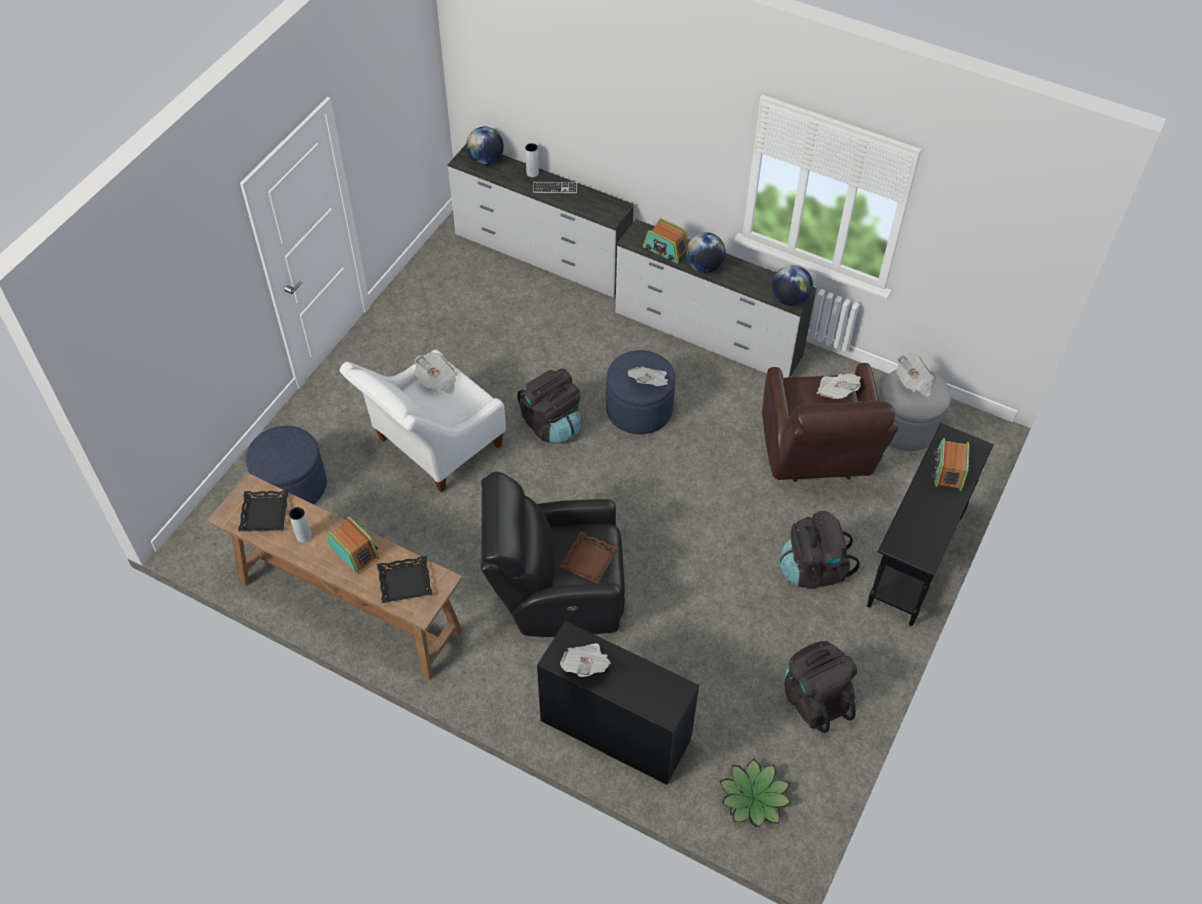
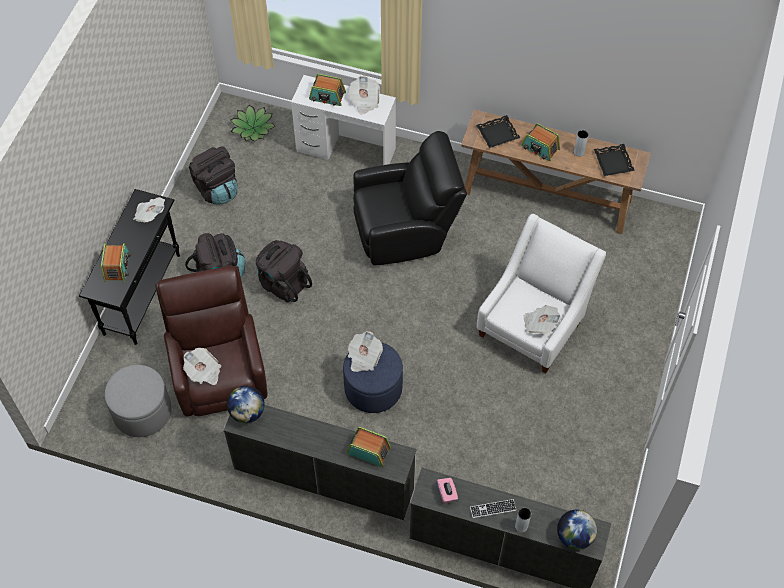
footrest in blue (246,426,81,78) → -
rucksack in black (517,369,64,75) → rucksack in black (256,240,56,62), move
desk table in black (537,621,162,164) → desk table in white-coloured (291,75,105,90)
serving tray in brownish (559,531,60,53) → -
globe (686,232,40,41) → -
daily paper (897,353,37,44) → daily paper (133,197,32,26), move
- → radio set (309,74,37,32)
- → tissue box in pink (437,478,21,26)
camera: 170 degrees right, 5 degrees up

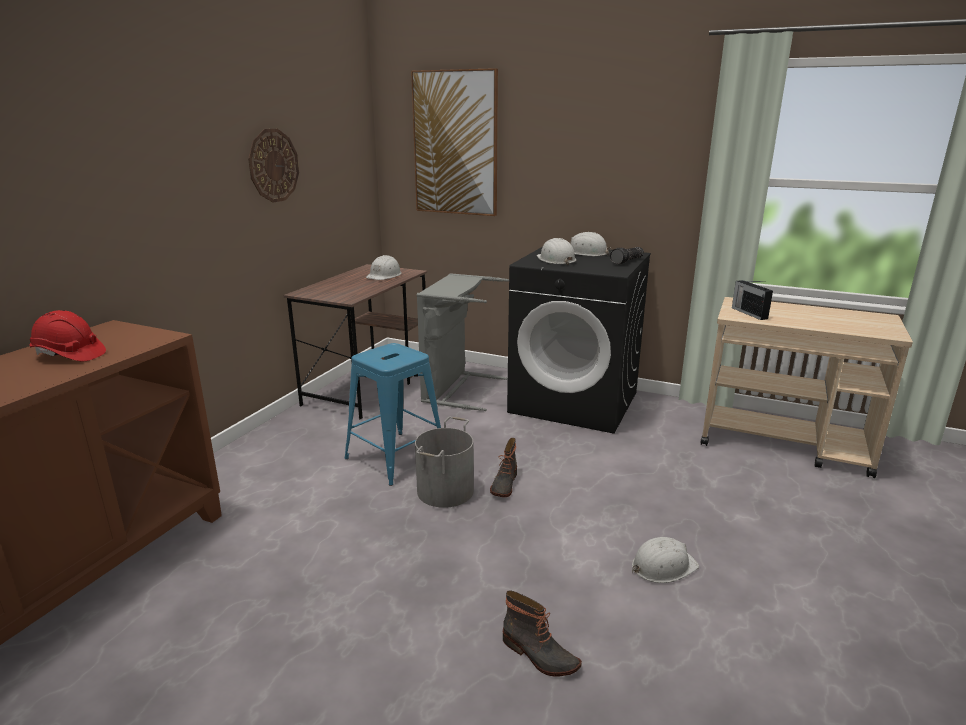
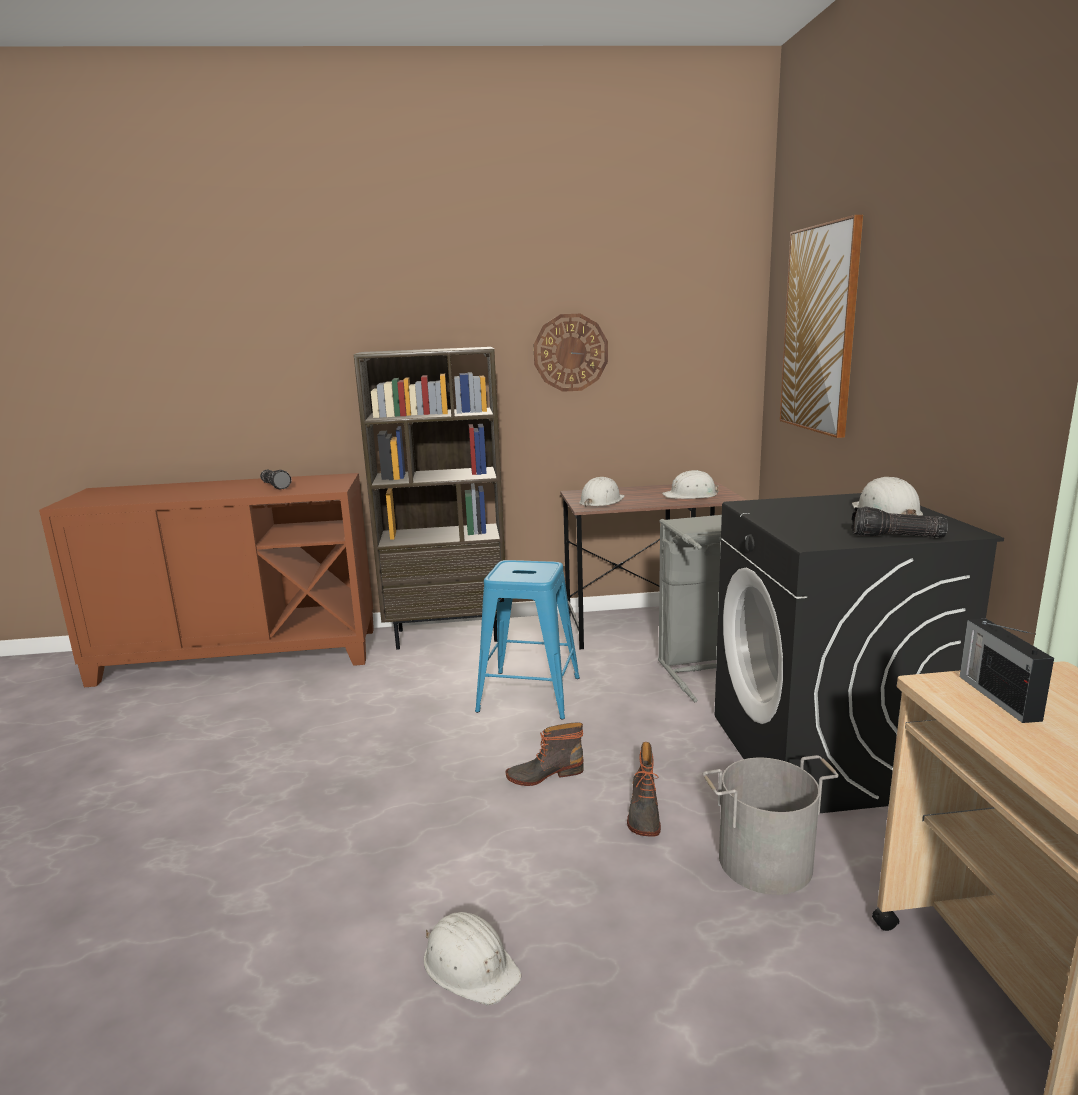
work helmet in reddish (30,310,76,51) → torch (260,470,32,19)
water bucket in greyish (415,417,59,91) → water bucket in greyish (703,755,136,140), move
high-top boot (503,590,79,87) → high-top boot (627,742,34,95), move
work helmet in white-coloured (537,238,39,27) → work helmet in white-coloured (579,477,46,30), move
radio set (732,280,41,40) → radio set (960,619,94,104), 45 degrees counterclockwise
- → shelving unit in brownish (354,347,151,303)
camera: 60 degrees right, 5 degrees down

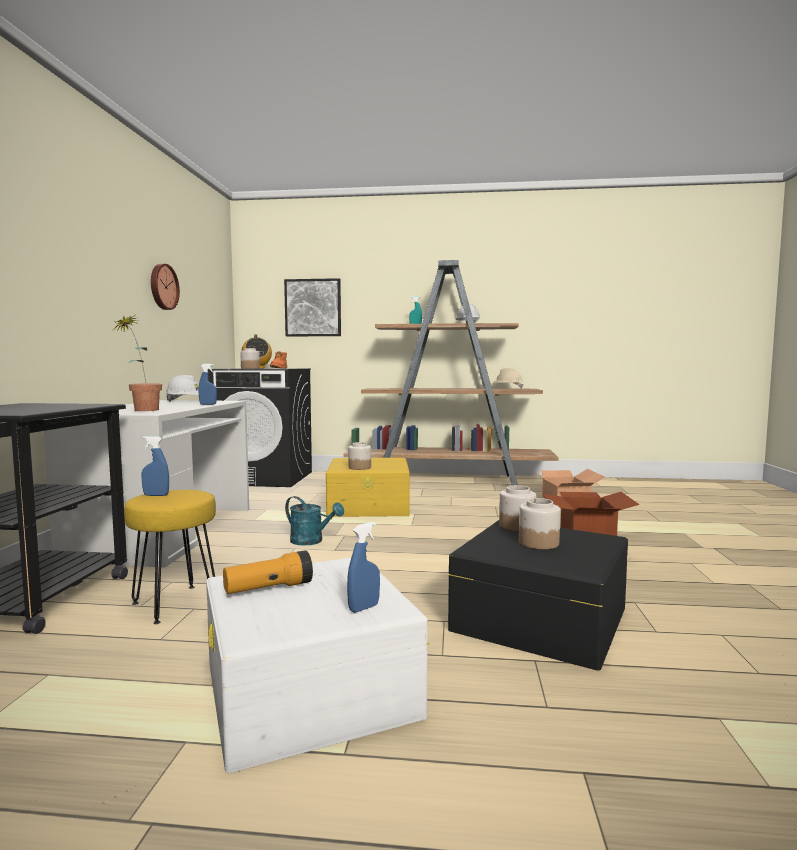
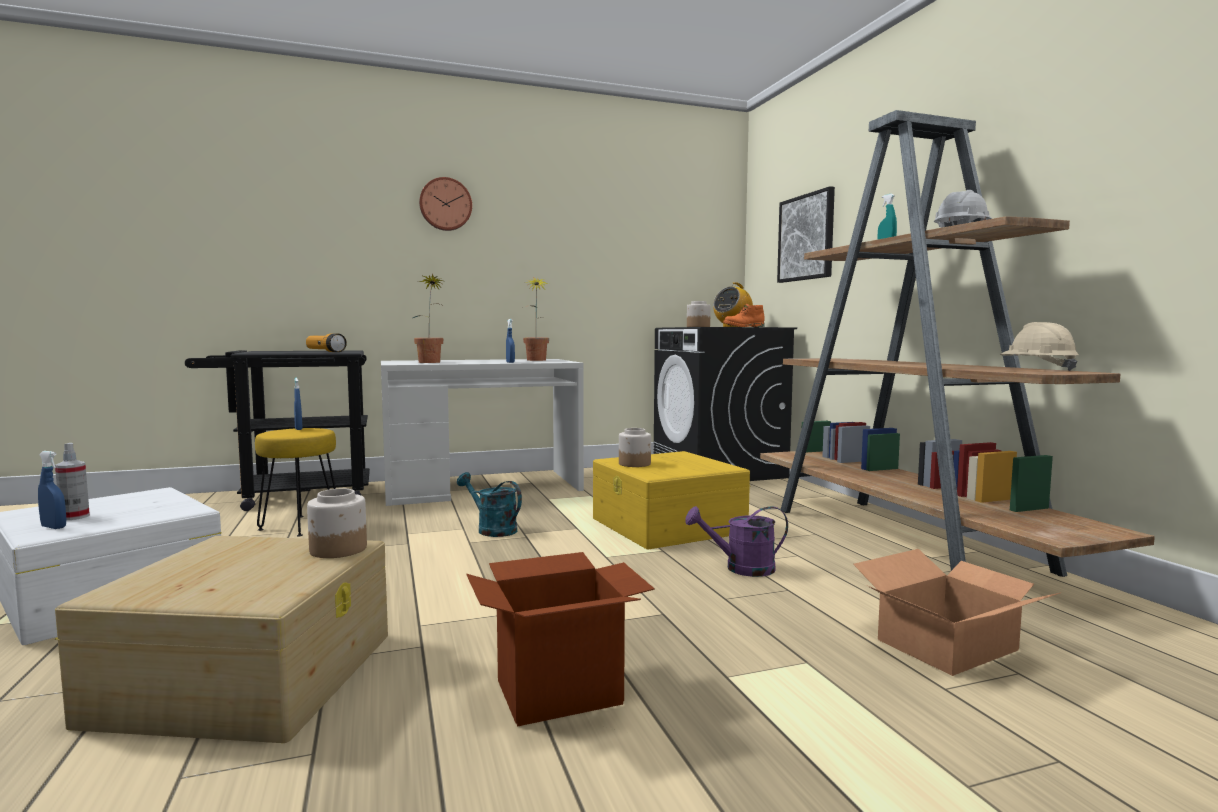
wall clock (151,264,29,46) → wall clock (419,177,53,54), move
work helmet in white-coloured (165,375,34,27) → houseplant (523,277,28,84)
torch (223,551,90,43) → torch (306,333,41,19), move
watering pot in turquoise-coloured (285,496,59,50) → watering pot in turquoise-coloured (457,472,65,65), 120 degrees clockwise
storage box in black (448,520,180,151) → storage box in sand-coloured (55,536,333,207)
preserve jar (519,498,41,51) → -
- → sprayer (55,443,35,77)
- → watering pot in purplish (685,506,103,71)
camera: 65 degrees right, 0 degrees up

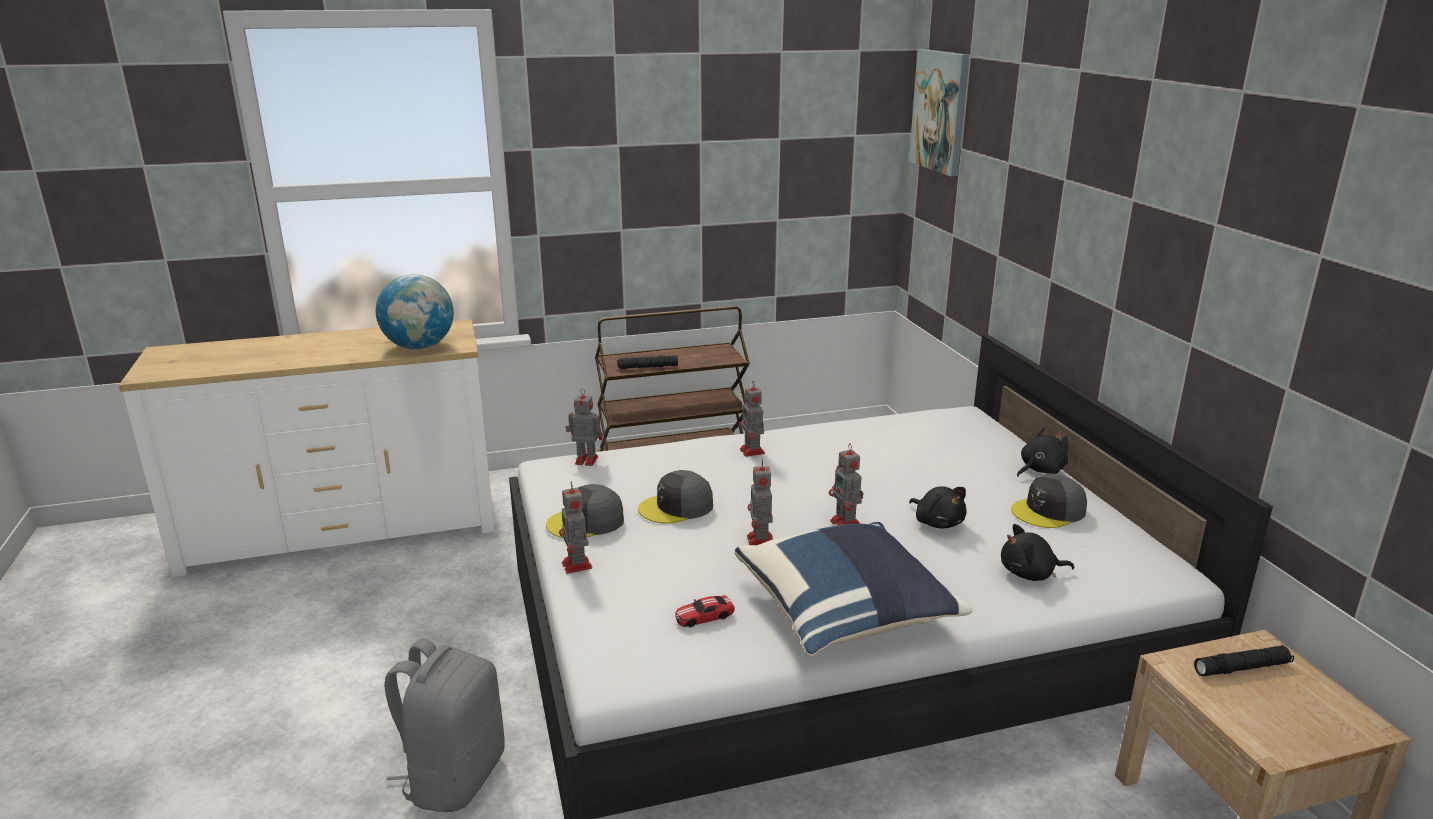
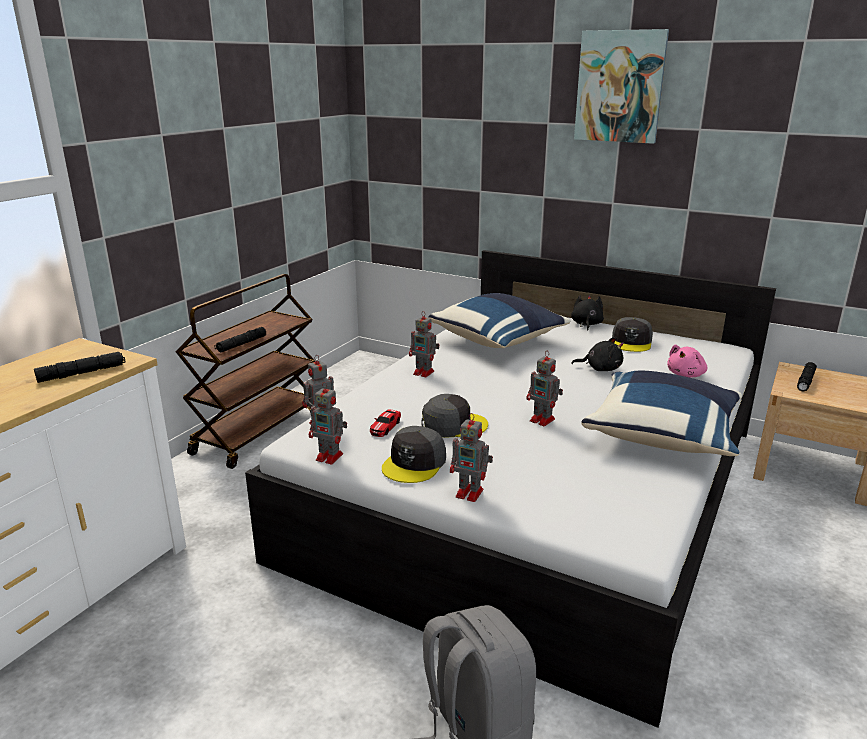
globe (375,274,79,75) → torch in black (34,352,91,31)
cap in greyish (638,470,75,54) → cap in greyish (422,394,66,44), 120 degrees counterclockwise
toy car (675,595,60,32) → toy car (370,410,31,27), move
robot figure (829,443,34,83) → robot figure (309,382,38,82), move
wall picture (909,49,61,127) → wall picture (574,29,95,115), move
soft toy in black (1001,524,73,57) → soft toy in pink (667,344,40,33)
- → cushion in blue (428,293,143,55)
camera: 45 degrees left, 0 degrees up

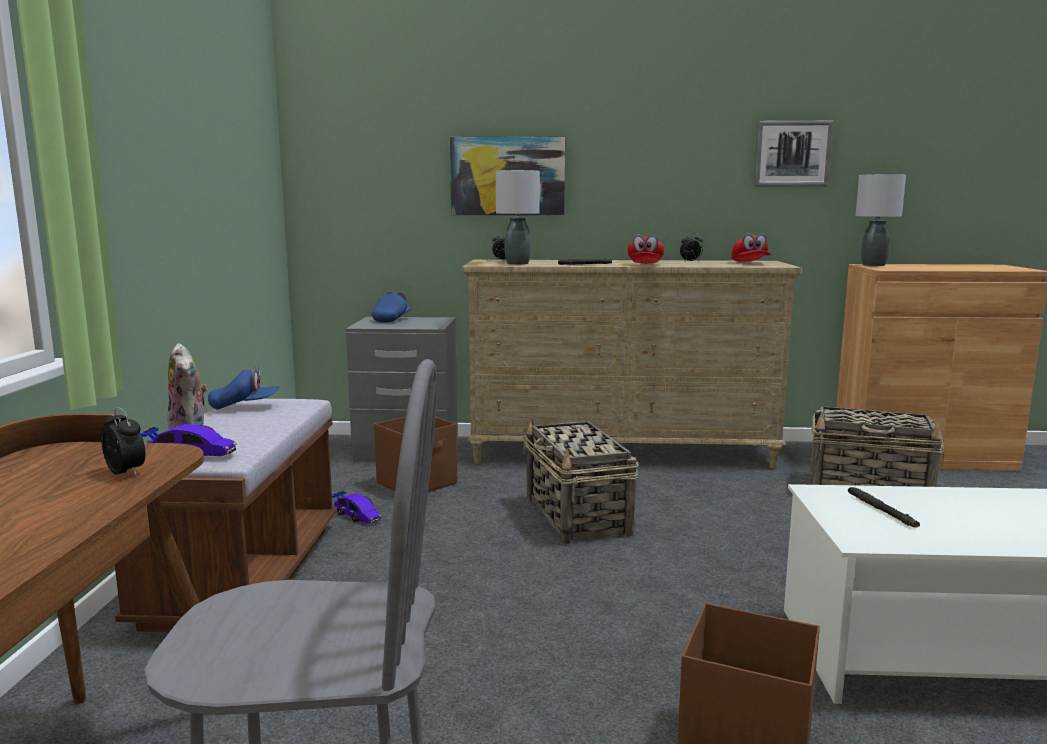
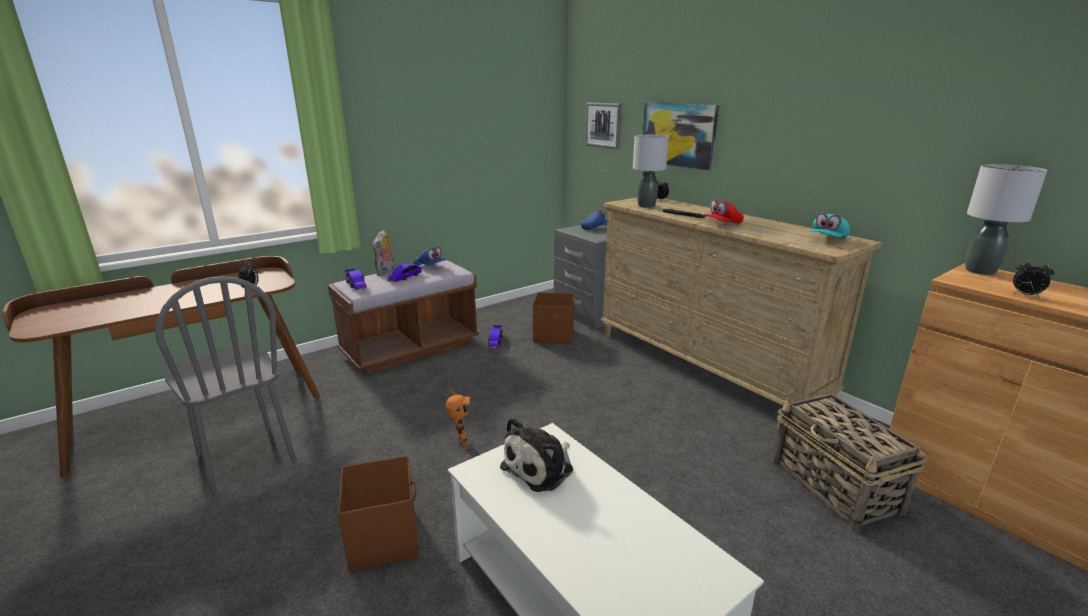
storage basket (523,419,116,125) → -
bedside clock (680,233,23,28) → bedside clock (1013,259,41,39), move
cap in reddish (731,234,39,28) → cap in turquoise-coloured (809,212,41,26)
wall picture (754,121,80,66) → wall picture (585,103,37,46), move
torch in black (848,487,72,41) → soft toy (500,417,73,75)
- → toy car (388,261,35,21)
- → robot figure (445,390,25,61)
camera: 50 degrees right, 10 degrees up

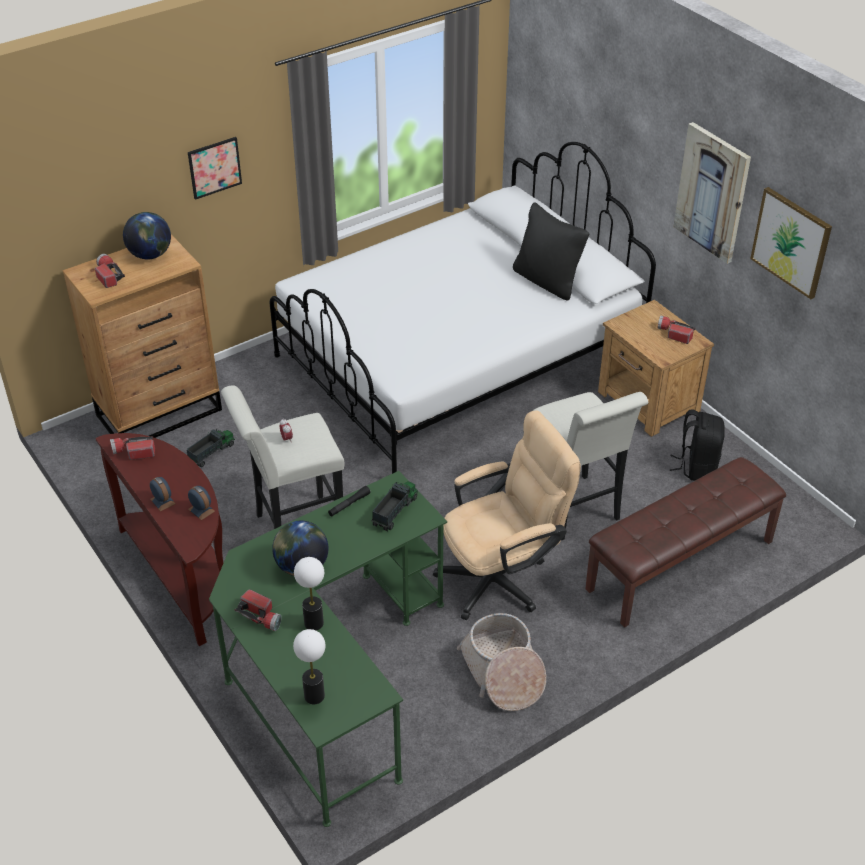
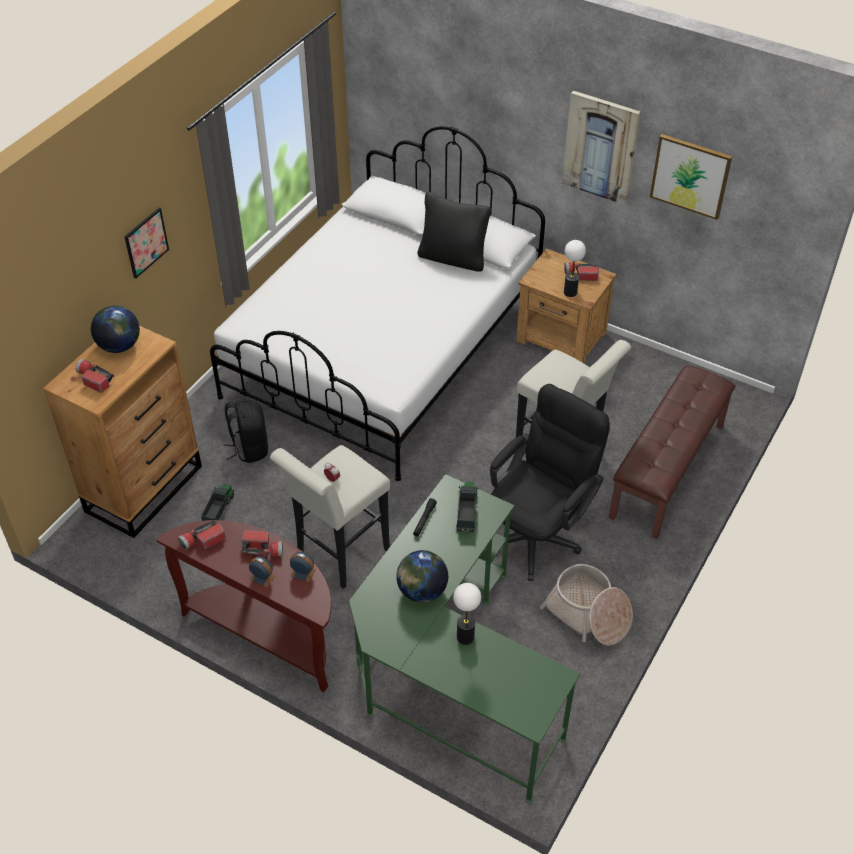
torch (235,589,47,42) → torch (241,530,42,26), move
table lamp (293,629,33,75) → table lamp (564,240,22,57), move
desk chair in sand-coloured (433,411,148,209) → desk chair in black (490,384,120,197)
rucksack in black (669,410,56,71) → rucksack in black (223,400,45,63), move
camera: 25 degrees left, 5 degrees up

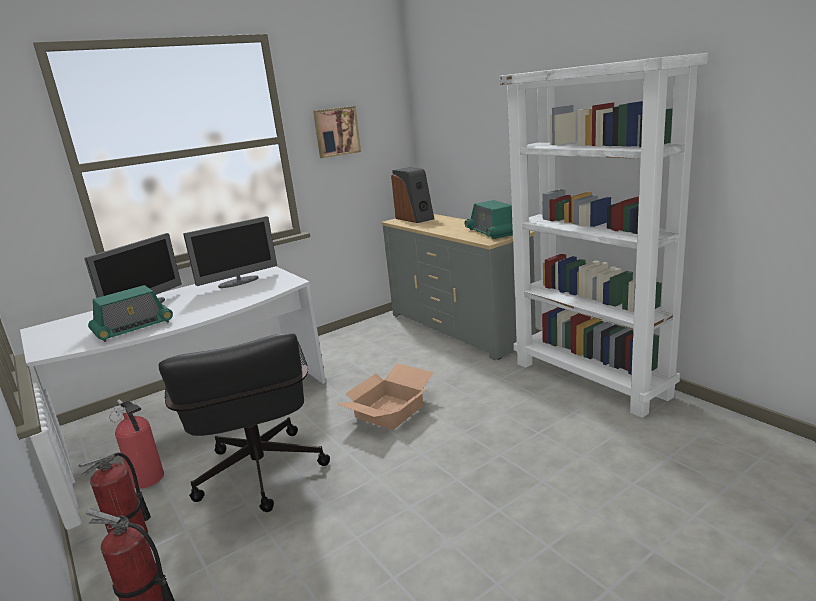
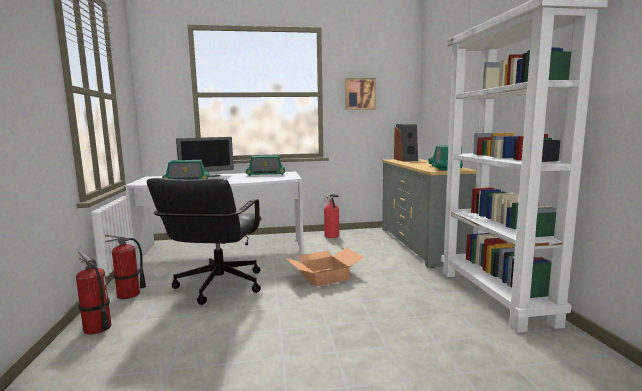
extinguisher (109,400,55,89) → extinguisher (324,194,15,44), move
computer screen (183,216,94,72) → radio set (246,155,39,22)
camera: 25 degrees right, 10 degrees down

